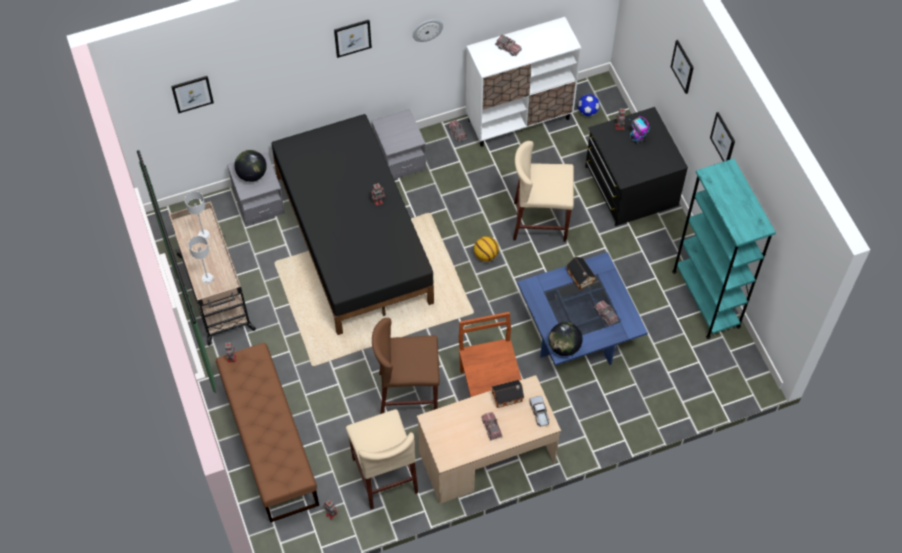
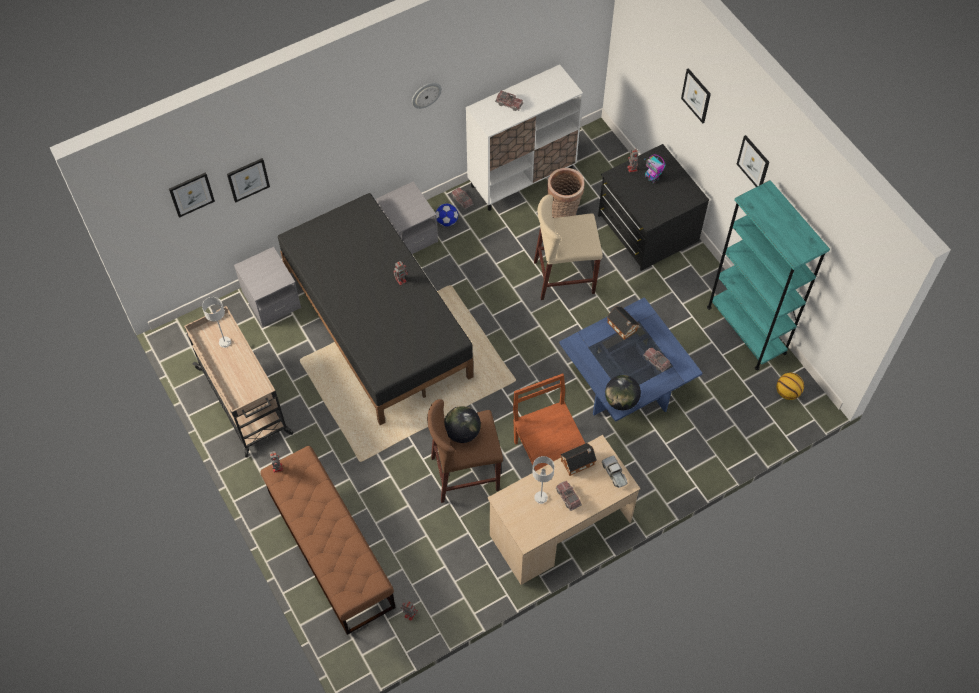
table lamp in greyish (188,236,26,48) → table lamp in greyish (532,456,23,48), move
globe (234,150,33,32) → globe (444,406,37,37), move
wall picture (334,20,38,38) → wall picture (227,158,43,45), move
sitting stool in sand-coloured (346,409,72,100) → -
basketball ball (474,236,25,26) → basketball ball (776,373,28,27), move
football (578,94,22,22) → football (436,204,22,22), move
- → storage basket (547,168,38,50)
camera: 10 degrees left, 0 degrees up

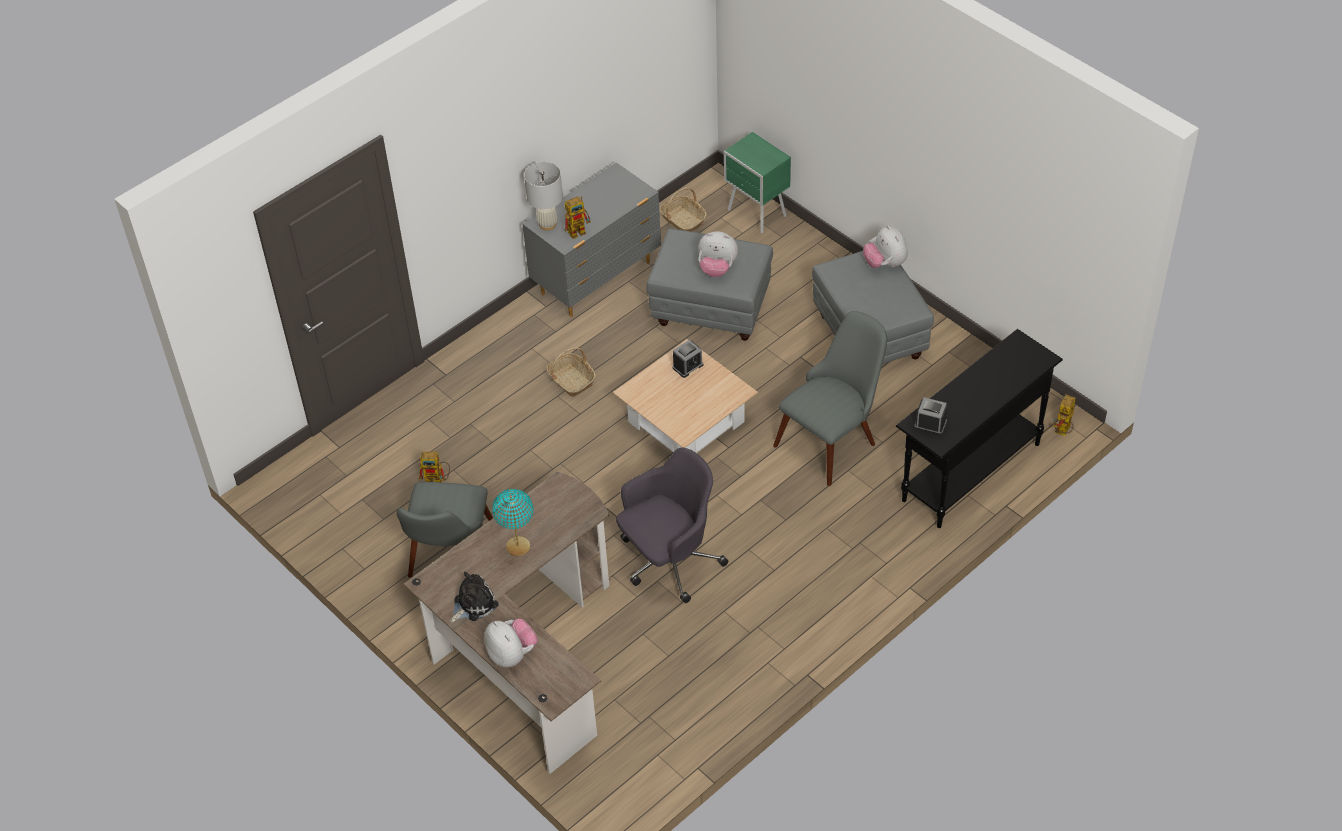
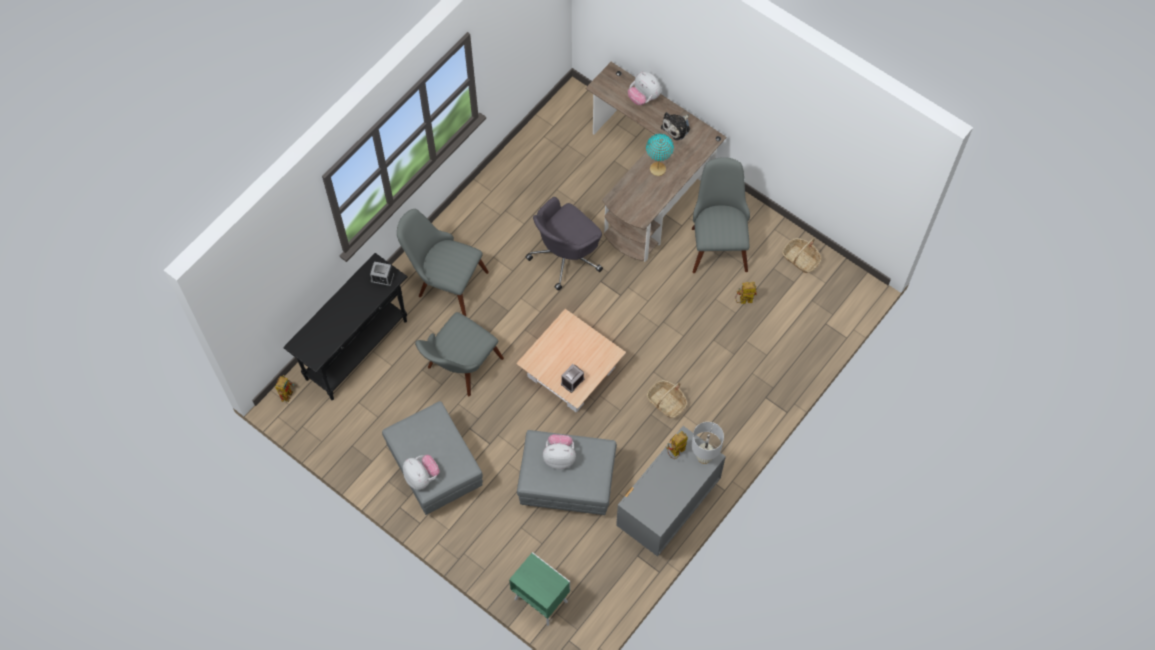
storage basket (659,187,48,45) → storage basket (782,238,39,35), move
- → upright chair in greyish (397,209,92,107)
camera: 170 degrees right, 15 degrees up

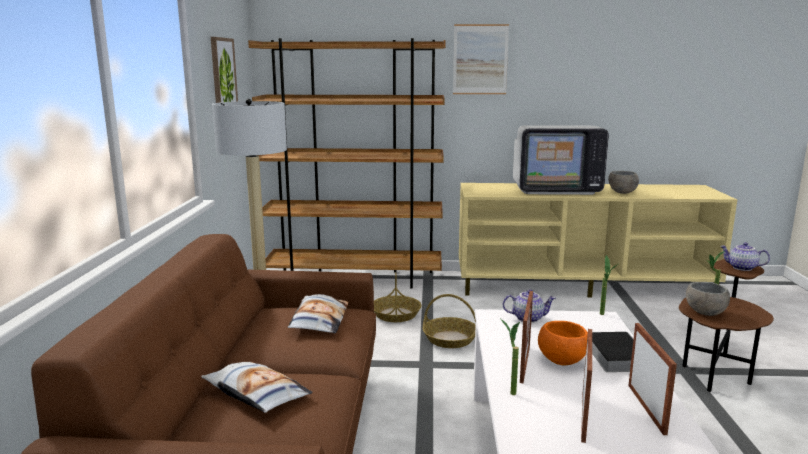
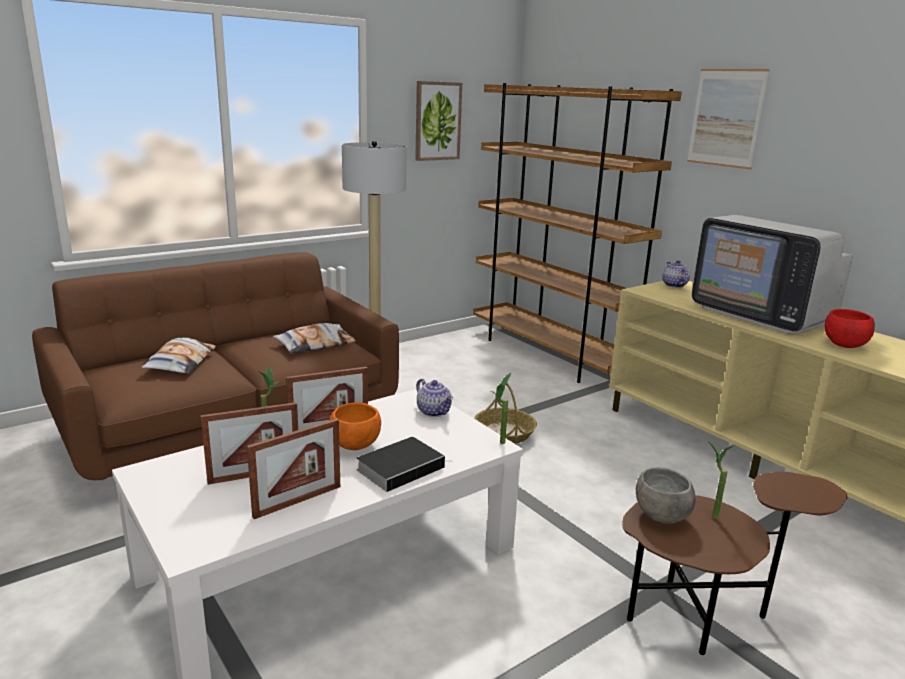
storage basket (374,272,47,50) → -
serving bowl in greyish (608,171,31,23) → serving bowl in reddish (824,309,51,39)
pot for tea (720,242,50,29) → pot for tea (662,260,28,28), move
camera: 50 degrees right, 5 degrees up

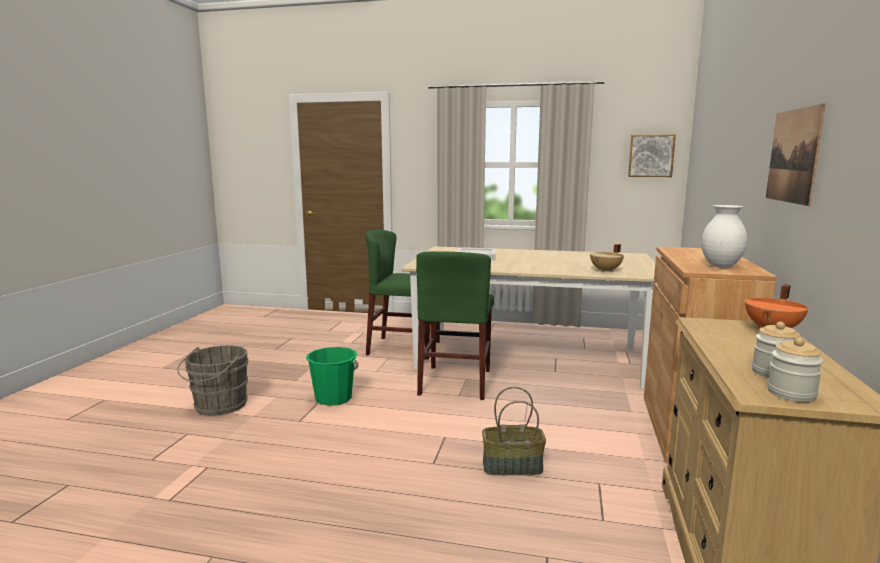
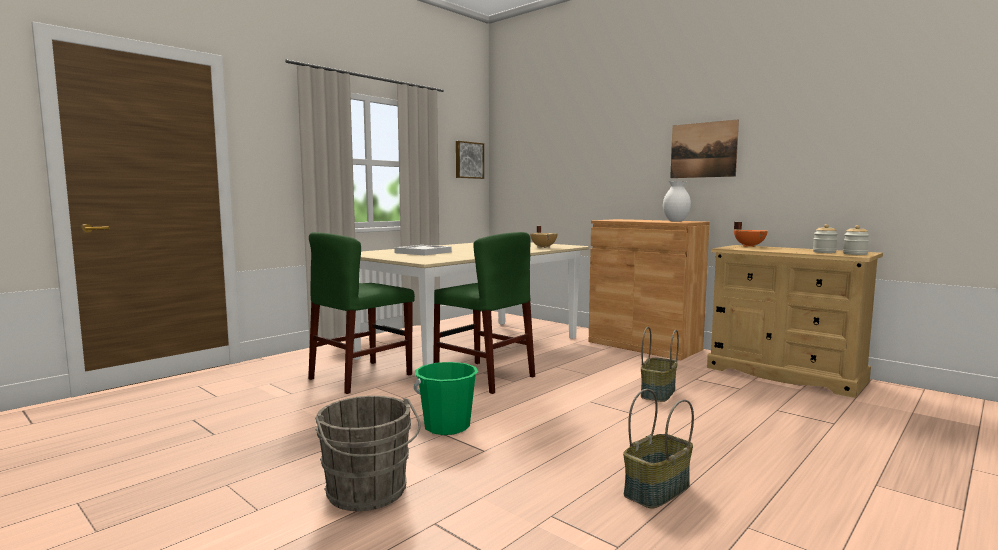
- → storage basket (623,389,71,120)
camera: 60 degrees left, 5 degrees down

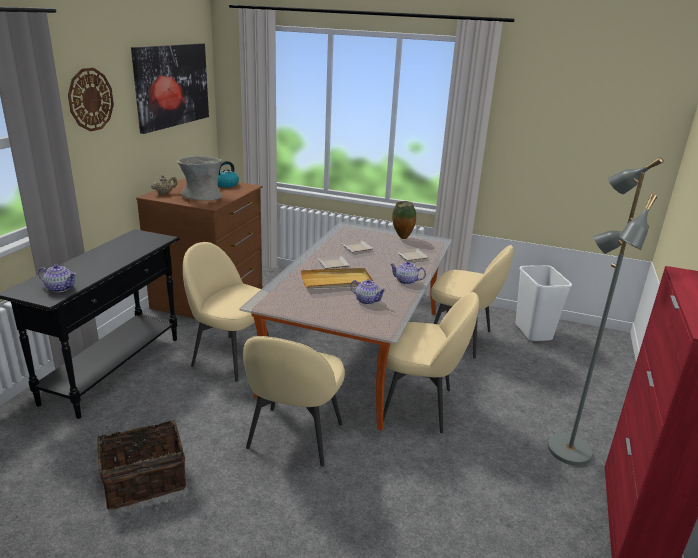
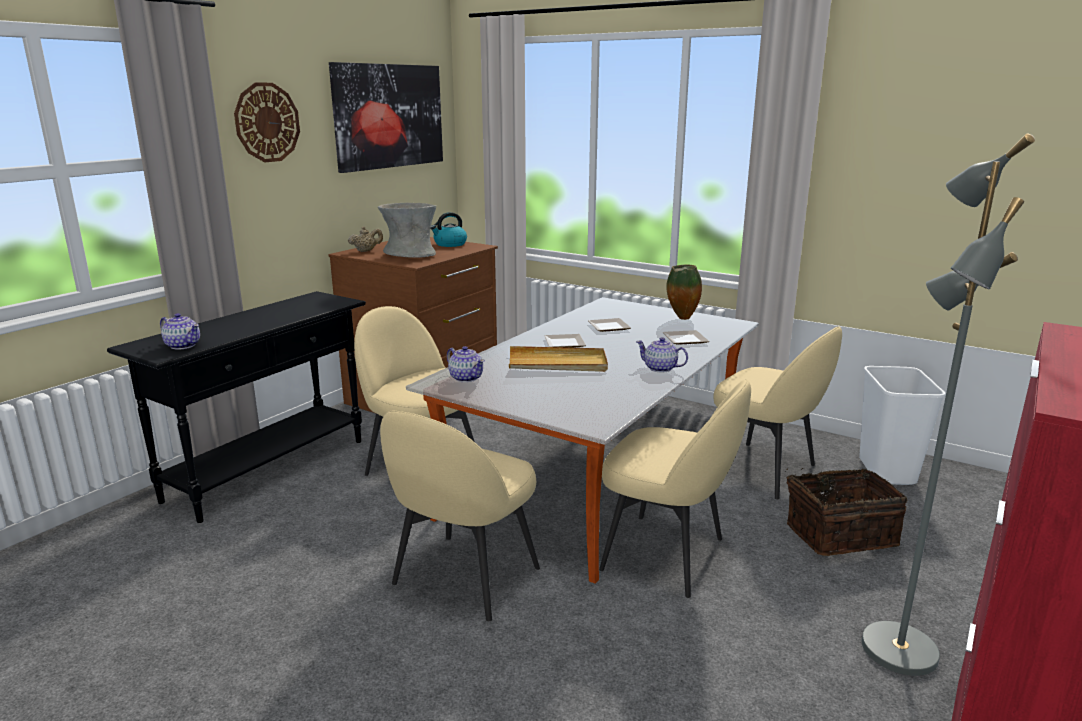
storage basket (97,420,89,90) → storage basket (787,468,120,88), move
pot for tea (350,279,36,26) → pot for tea (447,346,38,36), move
camera: 15 degrees right, 5 degrees down

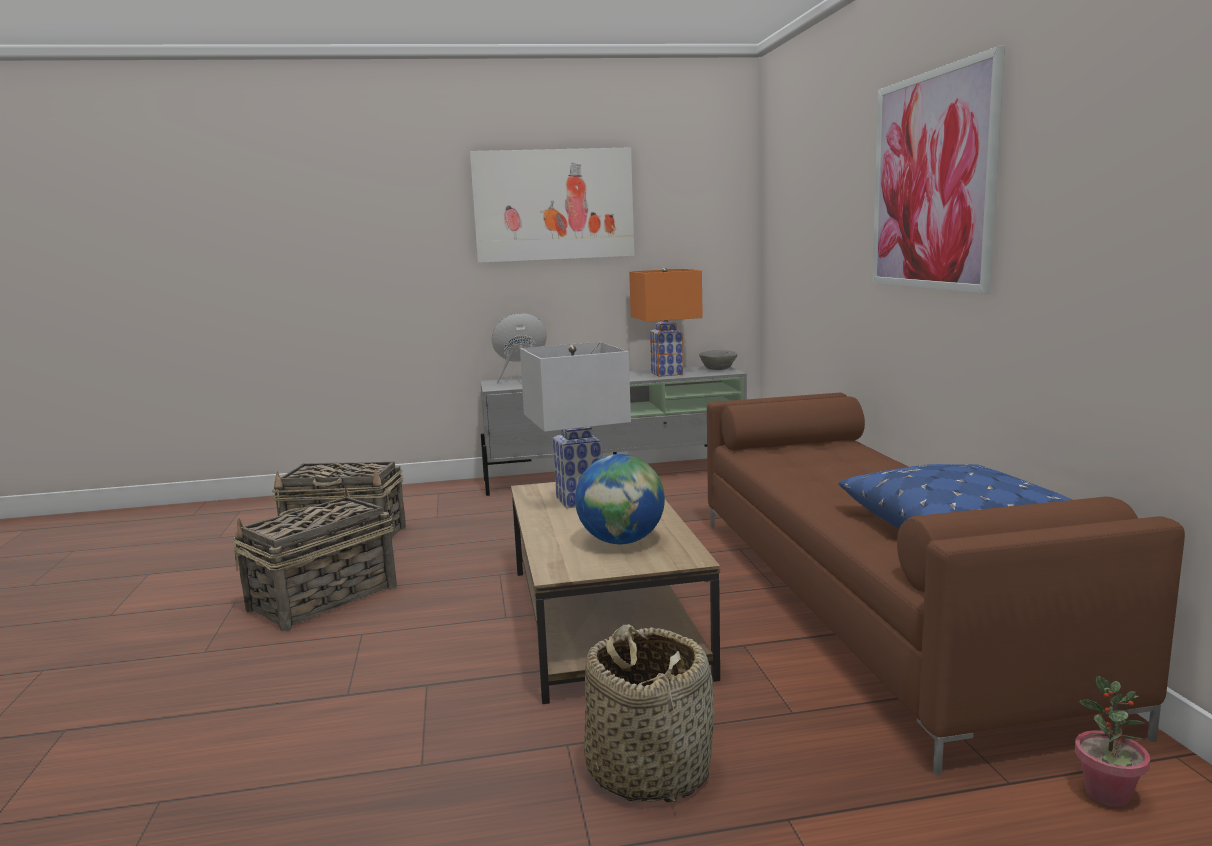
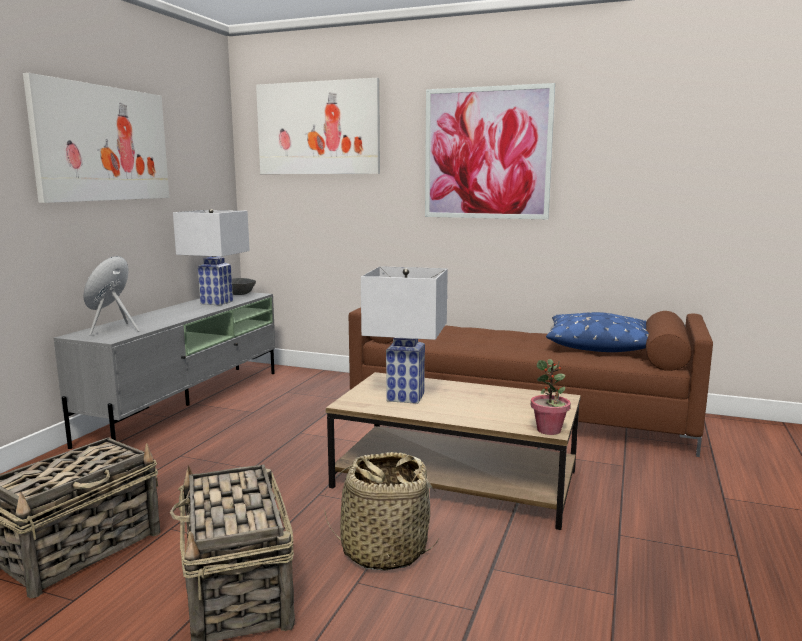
globe (575,454,90,90) → -
storage basket (584,624,130,178) → storage basket (324,452,115,119), move
table lamp in orange-coloured (629,268,74,109) → table lamp in white-coloured (173,209,77,96)
houseplant (1075,676,75,131) → houseplant (531,359,40,76), move
- → wall picture (256,78,124,96)
camera: 60 degrees left, 0 degrees up

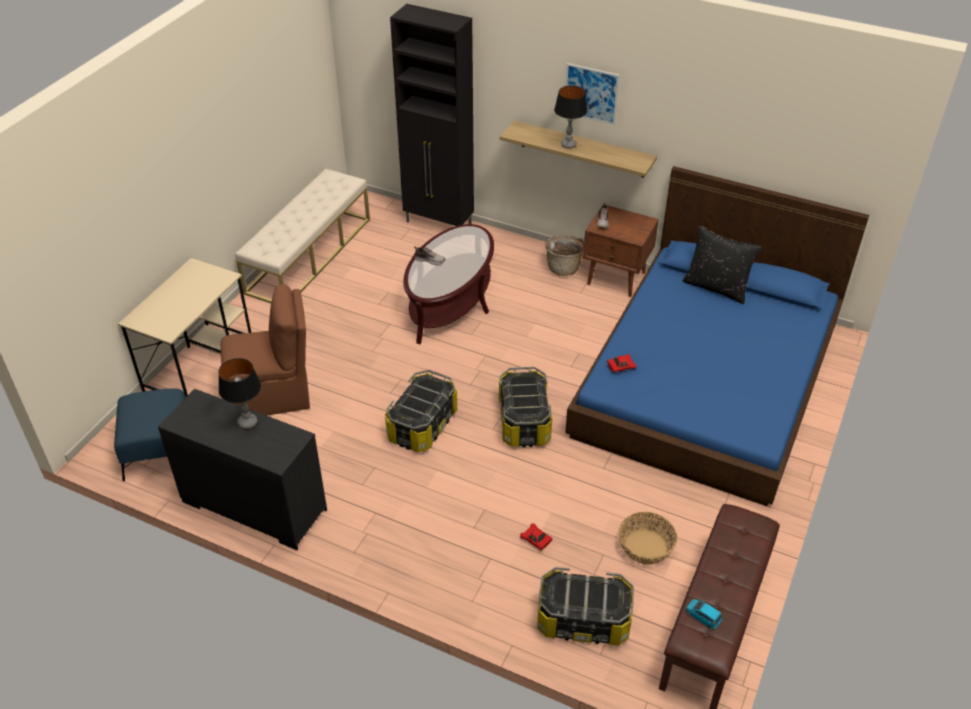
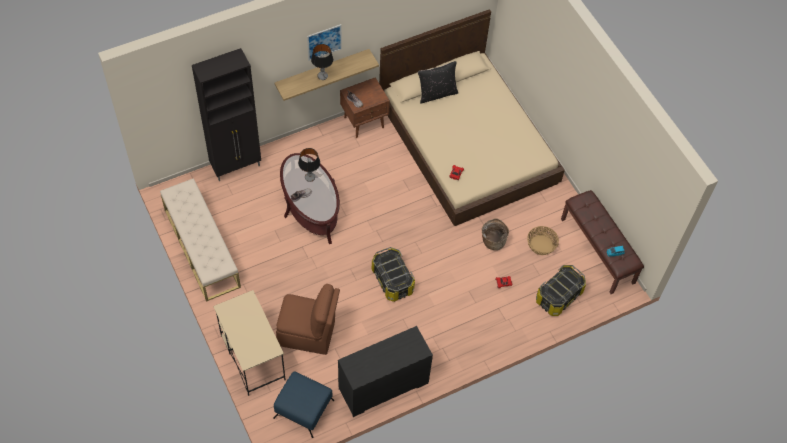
table lamp (218,358,43,71) → table lamp (298,148,22,34), move
upright chair in brownish (220,284,90,132) → upright chair in brownish (276,284,64,71), 75 degrees clockwise
storage box (499,367,53,80) → -
storage basket (545,235,39,41) → storage basket (482,218,27,32), move
bed in blue (565,166,304,340) → bed in sand-coloured (379,9,186,217)
camera: 55 degrees left, 15 degrees up

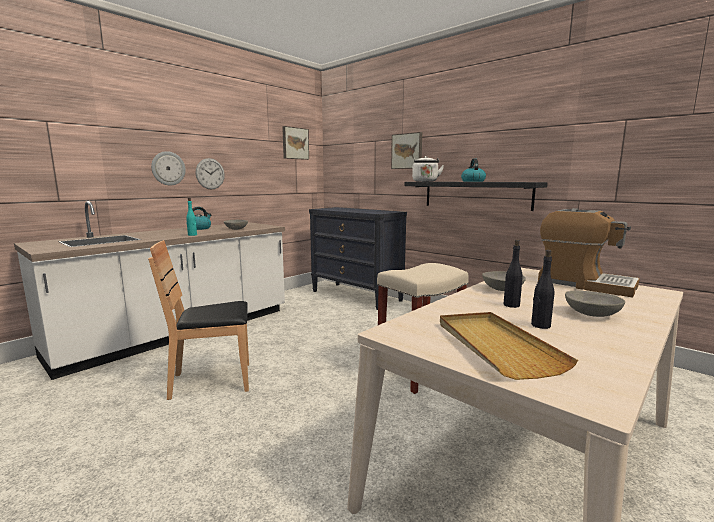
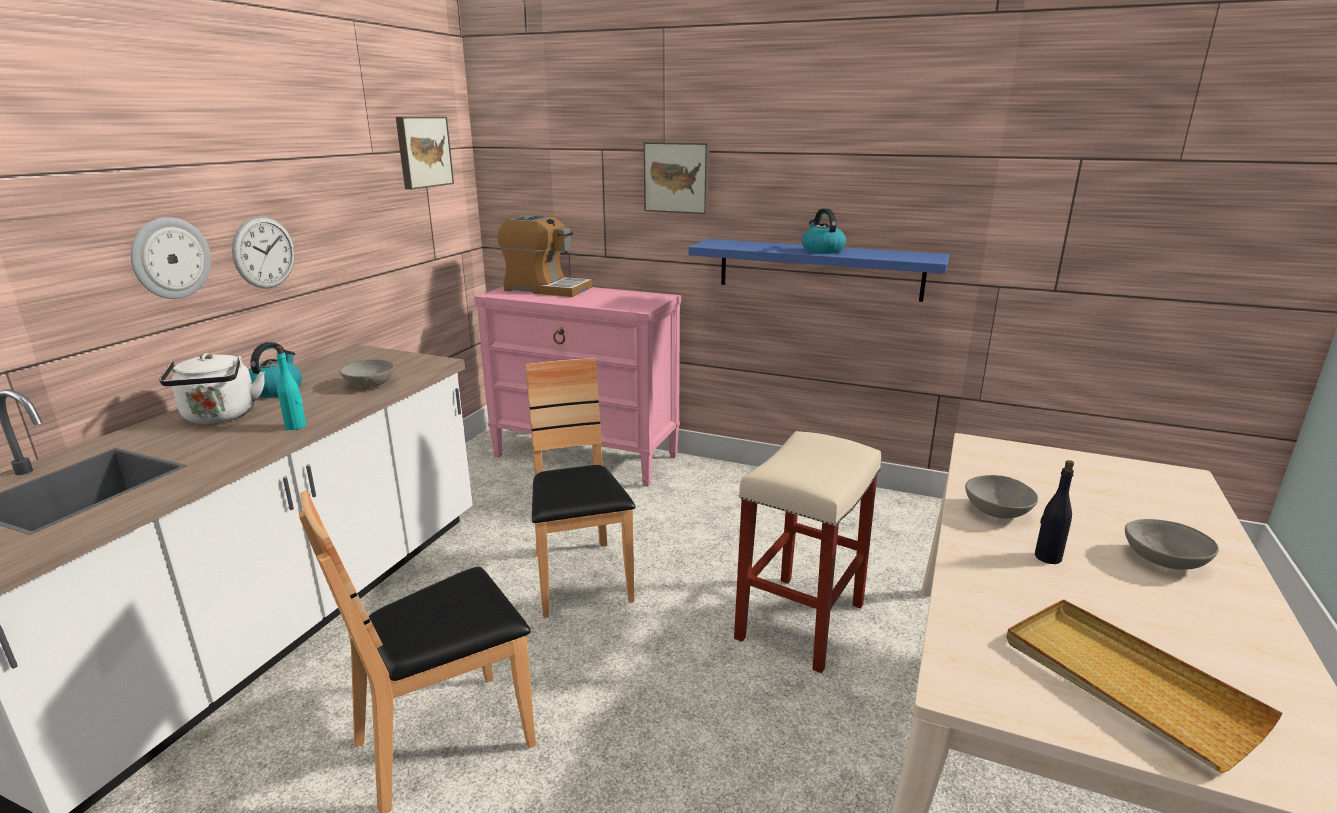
chest of drawers in black (309,207,98,103) → chest of drawers in pink (474,286,207,201)
shelf in black (404,182,144,29) → shelf in blue (688,239,261,63)
tea kettle in white-coloured (412,156,32,26) → tea kettle in white-coloured (159,353,106,71), move
beverage bottle in black (531,250,23,79) → -
coffee maker (538,208,102,90) → coffee maker (498,215,94,82), move
- → upright chair in brownish (526,358,110,260)
camera: 20 degrees left, 10 degrees up

